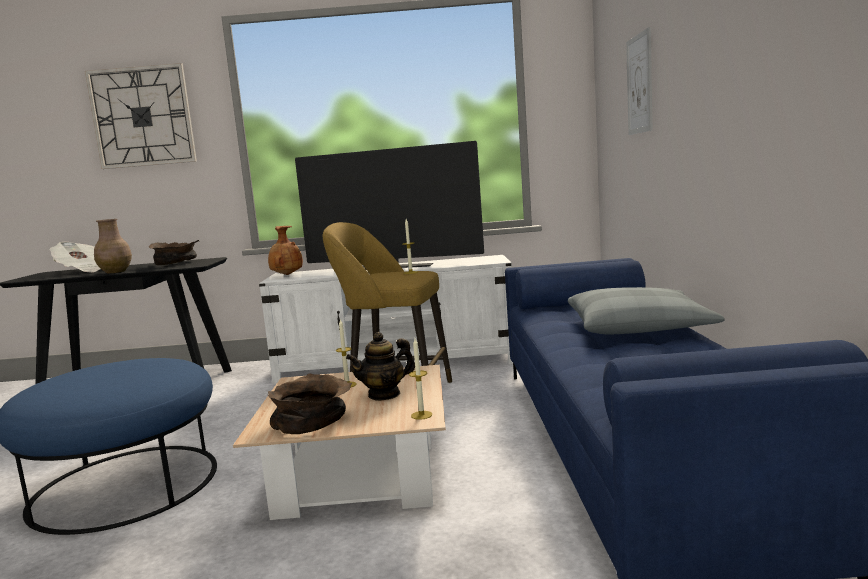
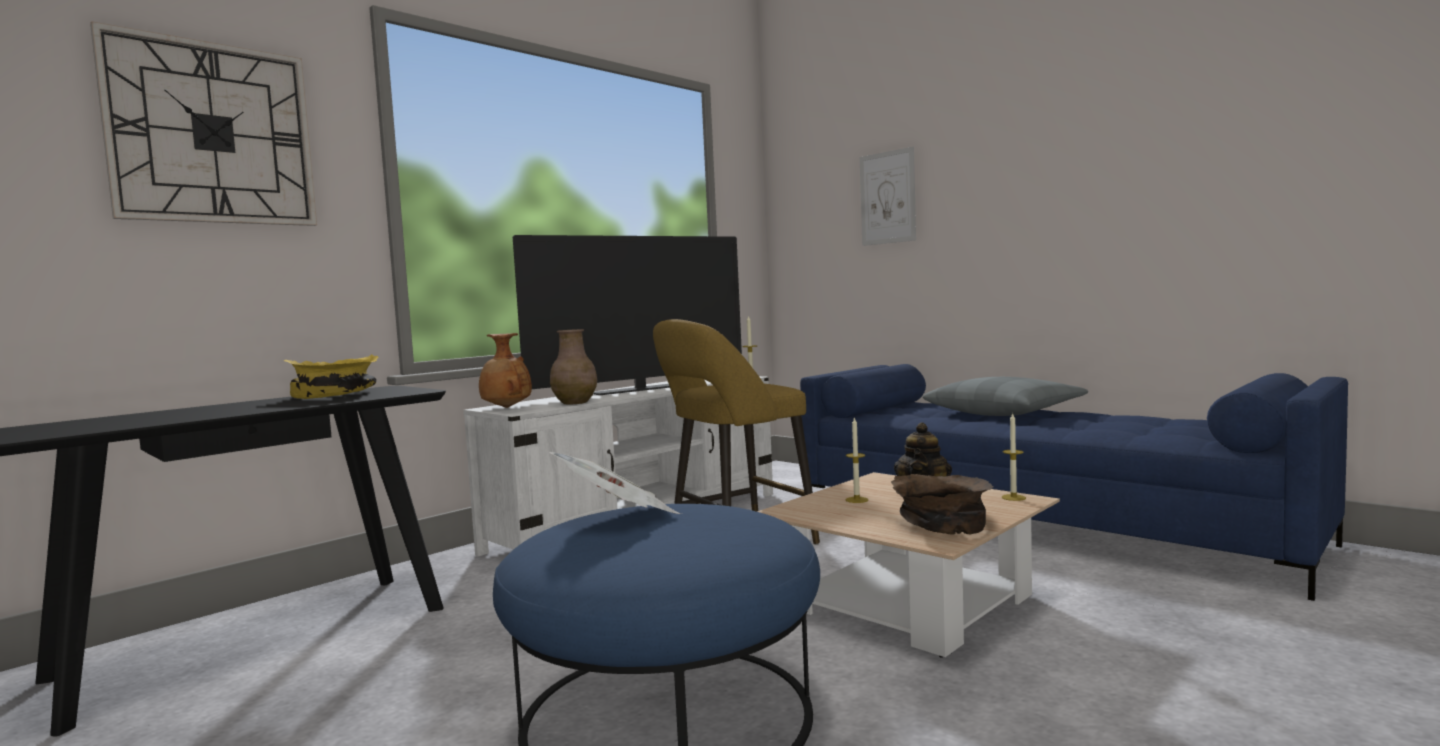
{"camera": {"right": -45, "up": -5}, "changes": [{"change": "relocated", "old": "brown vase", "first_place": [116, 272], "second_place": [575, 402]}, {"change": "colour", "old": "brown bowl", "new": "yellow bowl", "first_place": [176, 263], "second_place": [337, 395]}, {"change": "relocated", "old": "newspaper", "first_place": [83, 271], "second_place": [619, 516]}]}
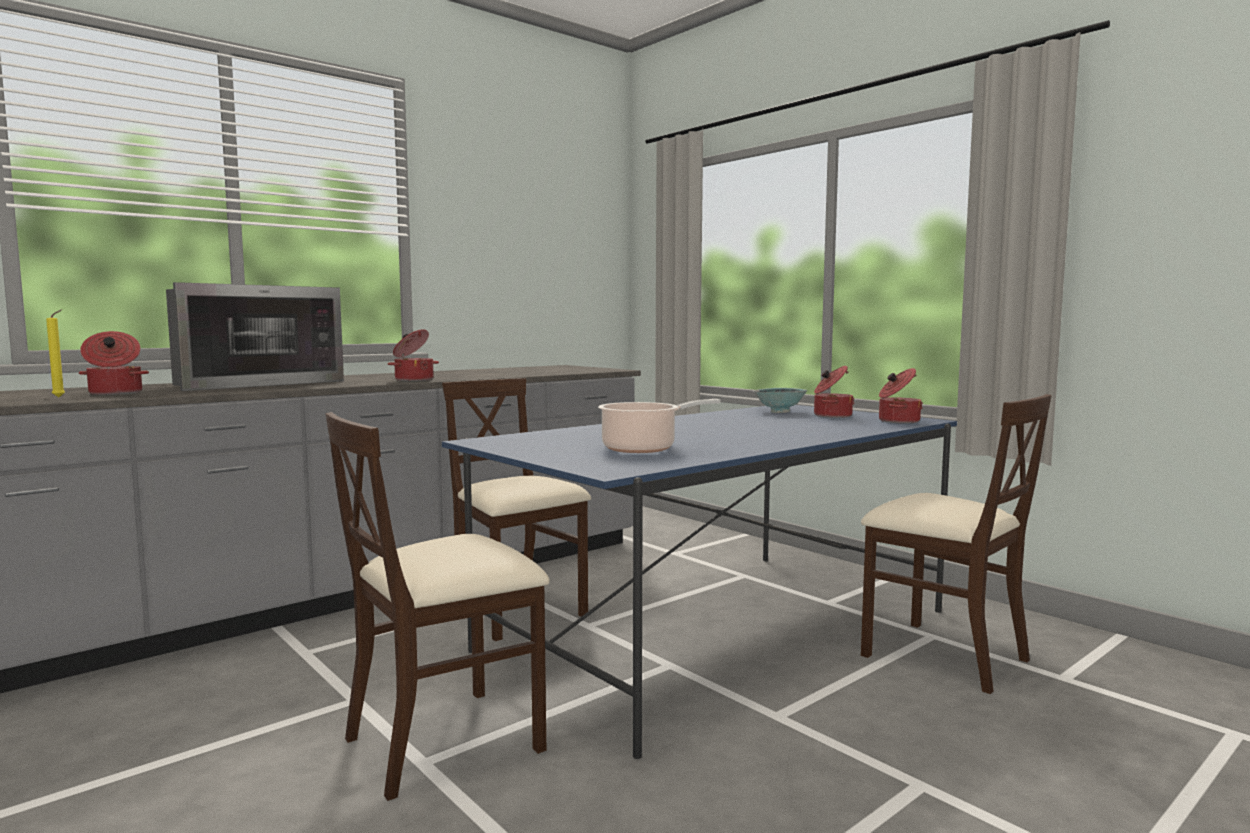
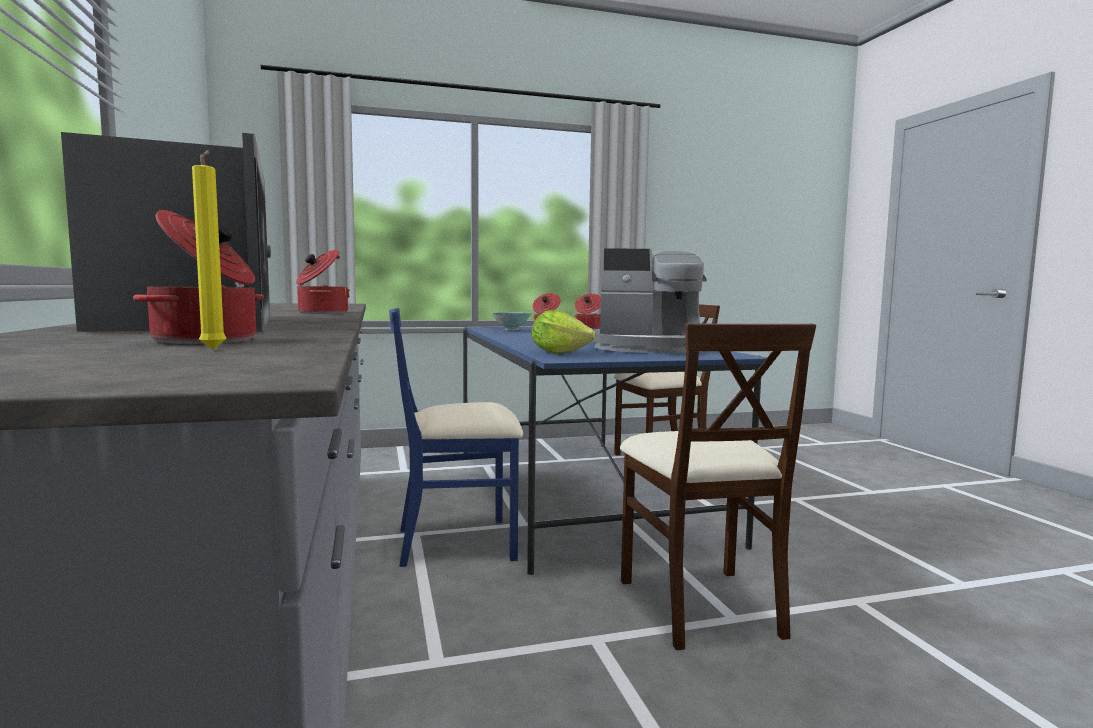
{"camera": {"right": -65, "up": 0}, "changes": [{"change": "colour", "old": "beige chair", "new": "blue chair", "first_place": [517, 612], "second_place": [458, 542]}, {"change": "exchanged", "old": "cooking pot", "new": "coffee machine", "first_place": [643, 448], "second_place": [648, 348]}, {"change": "appeared", "new": "lettuce", "second_place": [559, 353]}]}
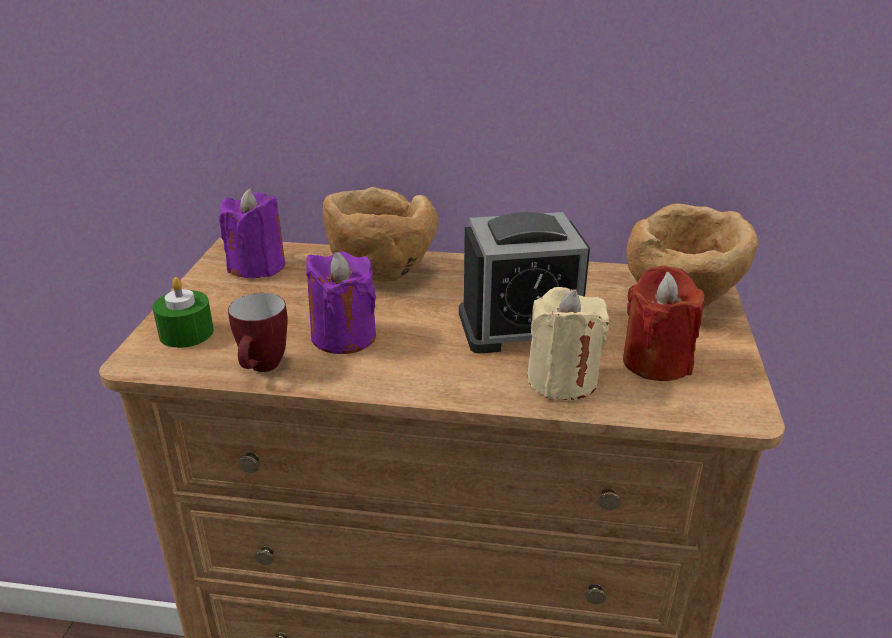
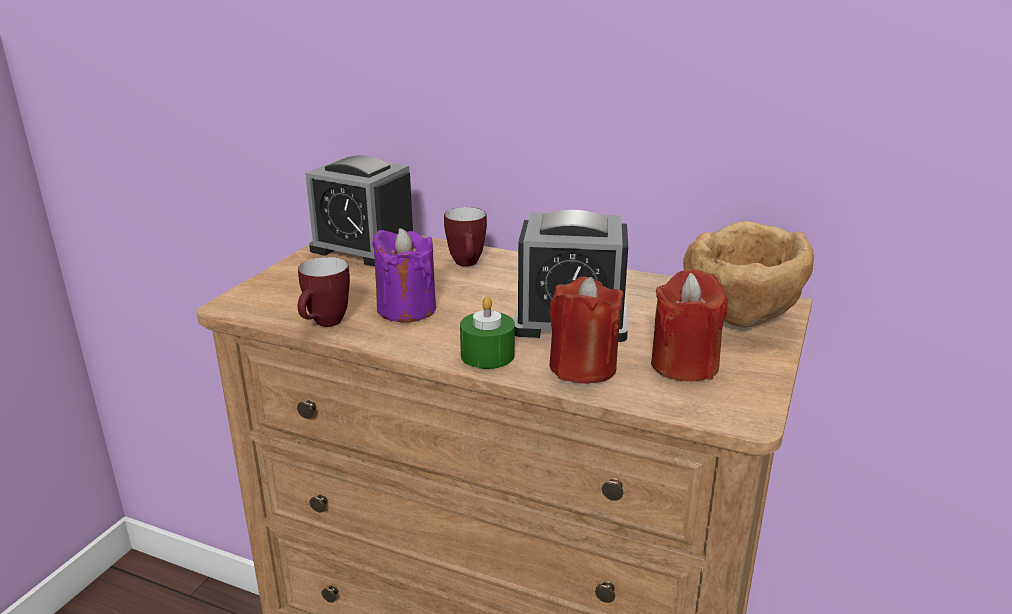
{"camera": {"right": 15, "up": -5}, "changes": [{"change": "exchanged", "old": "brown bowl", "new": "mug", "first_place": [381, 273], "second_place": [467, 265]}, {"change": "exchanged", "old": "purple candle", "new": "alarm clock", "first_place": [257, 267], "second_place": [364, 248]}, {"change": "relocated", "old": "green candle", "first_place": [186, 333], "second_place": [487, 355]}, {"change": "colour", "old": "beige candle", "new": "red candle", "first_place": [562, 380], "second_place": [583, 367]}]}
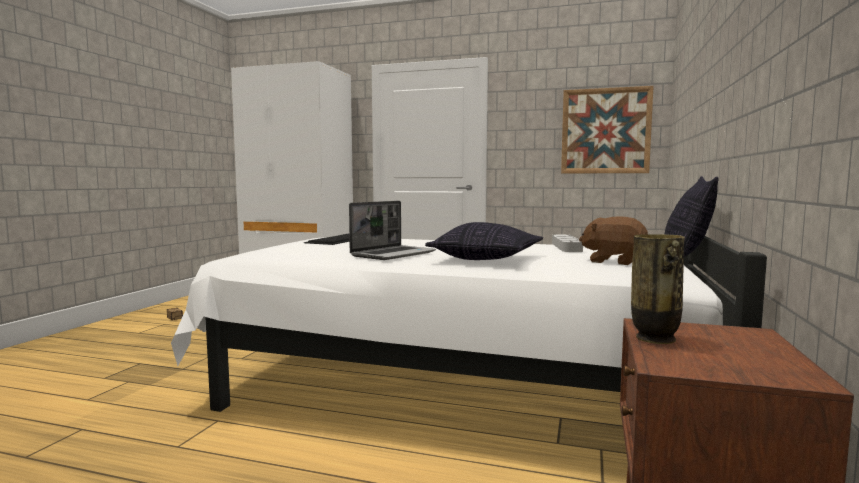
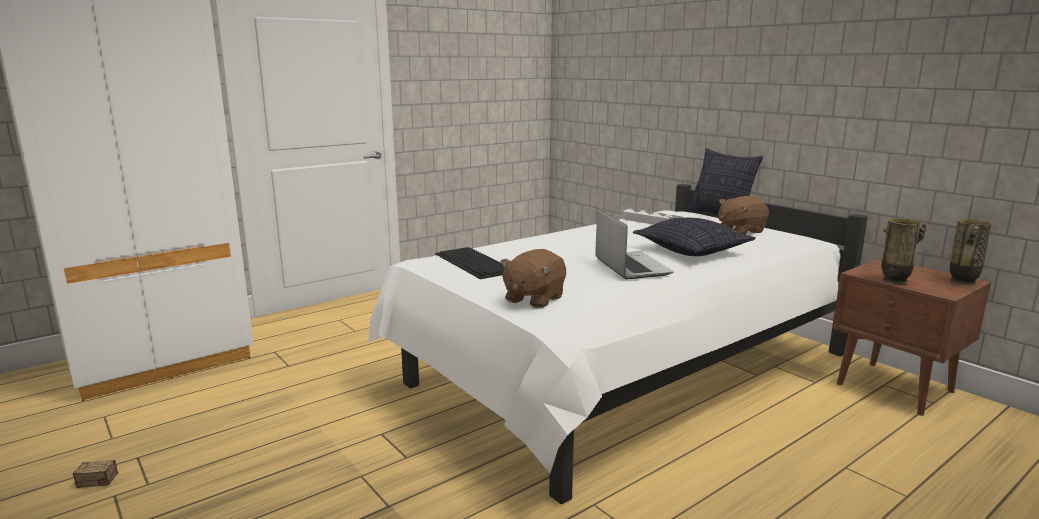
{"camera": {"right": -55, "up": 10}, "changes": [{"change": "missing", "old": "picture", "first_place": [605, 131]}, {"change": "appeared", "new": "vase", "second_place": [962, 282]}, {"change": "appeared", "new": "brown plush toy", "second_place": [533, 299]}]}
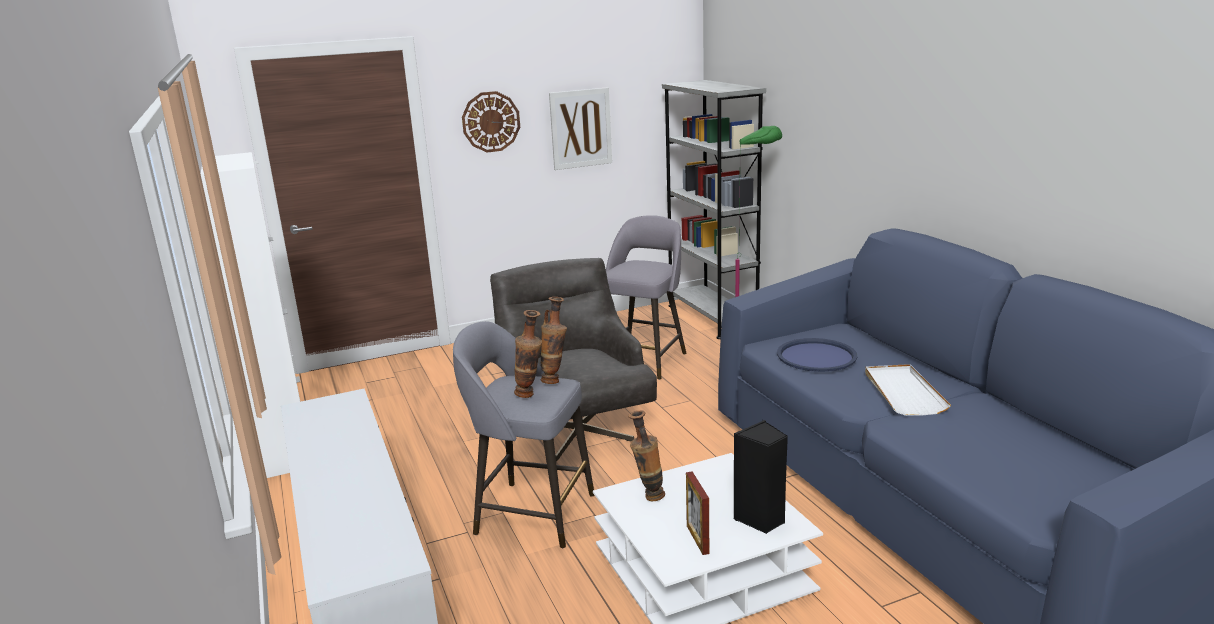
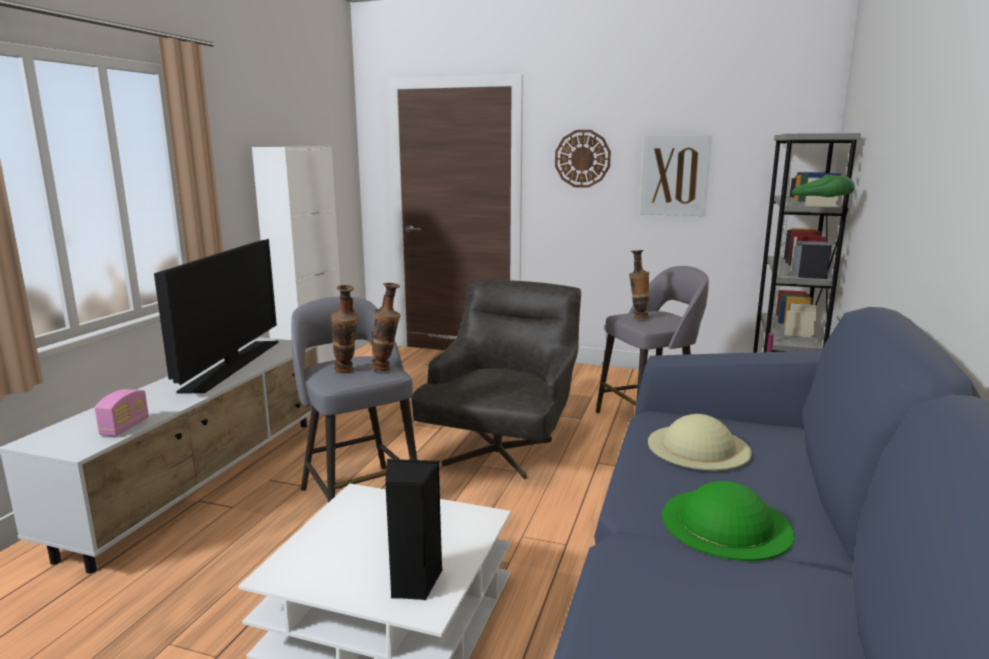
{"camera": {"right": 40, "up": -5}, "changes": [{"change": "exchanged", "old": "blue tray", "new": "beige hat", "first_place": [816, 356], "second_place": [698, 447]}, {"change": "exchanged", "old": "white tray", "new": "green hat", "first_place": [903, 392], "second_place": [726, 523]}, {"change": "relocated", "old": "vase", "first_place": [648, 496], "second_place": [637, 317]}, {"change": "missing", "old": "picture frame", "first_place": [697, 539]}, {"change": "appeared", "new": "television", "second_place": [232, 365]}, {"change": "appeared", "new": "radio", "second_place": [125, 427]}]}
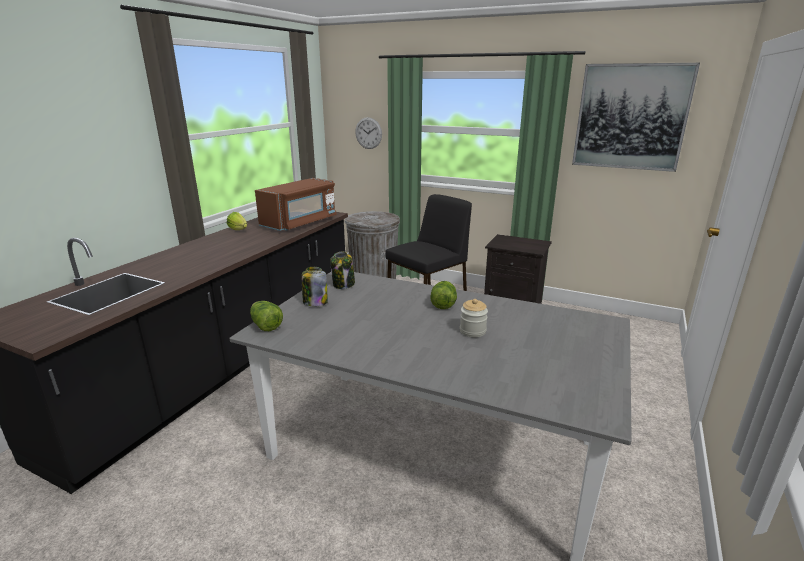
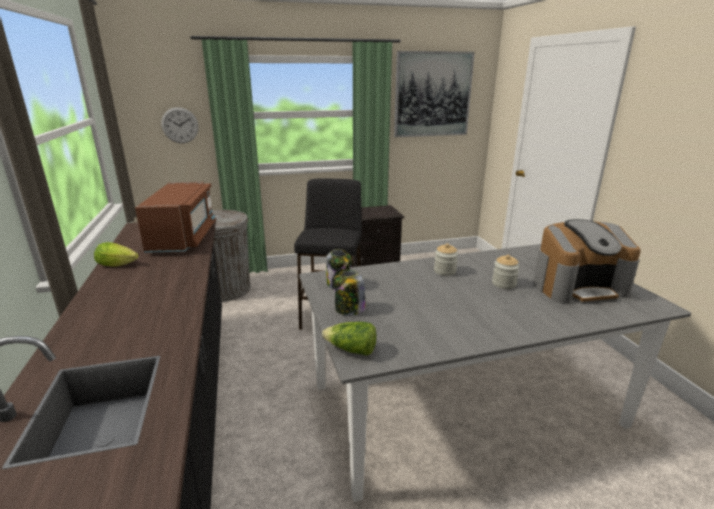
{"camera": {"right": -40, "up": 0}, "changes": [{"change": "exchanged", "old": "lettuce", "new": "jar", "first_place": [443, 303], "second_place": [444, 271]}, {"change": "appeared", "new": "coffee machine", "second_place": [578, 287]}]}
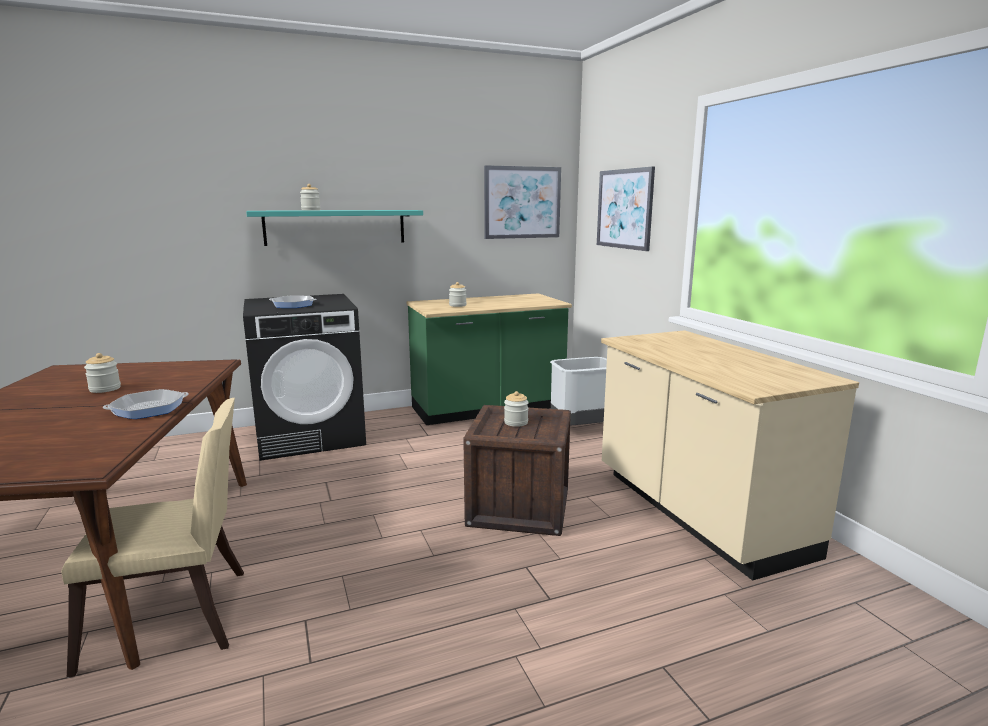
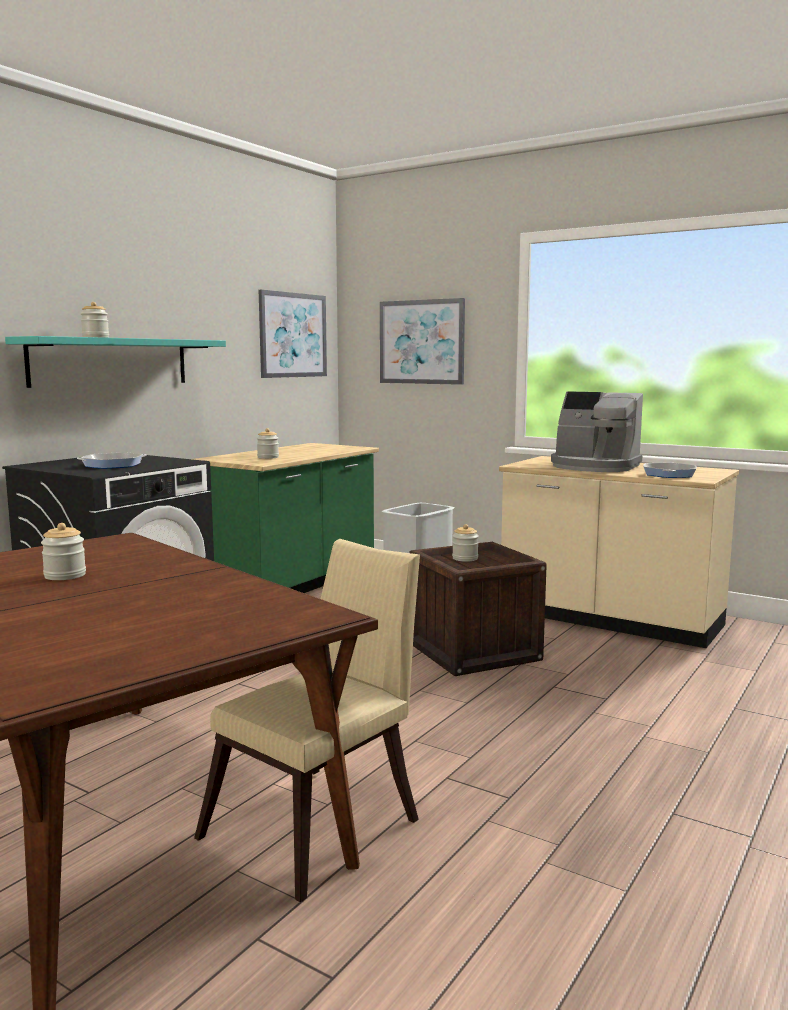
{"camera": {"right": -35, "up": -5}, "changes": [{"change": "relocated", "old": "frying pan", "first_place": [148, 409], "second_place": [669, 474]}, {"change": "appeared", "new": "coffee machine", "second_place": [594, 466]}]}
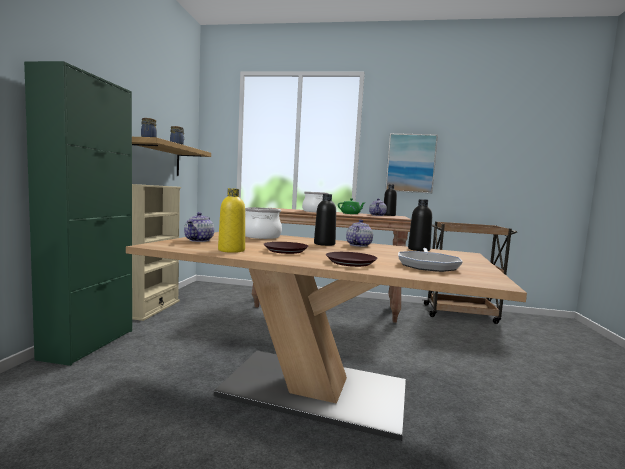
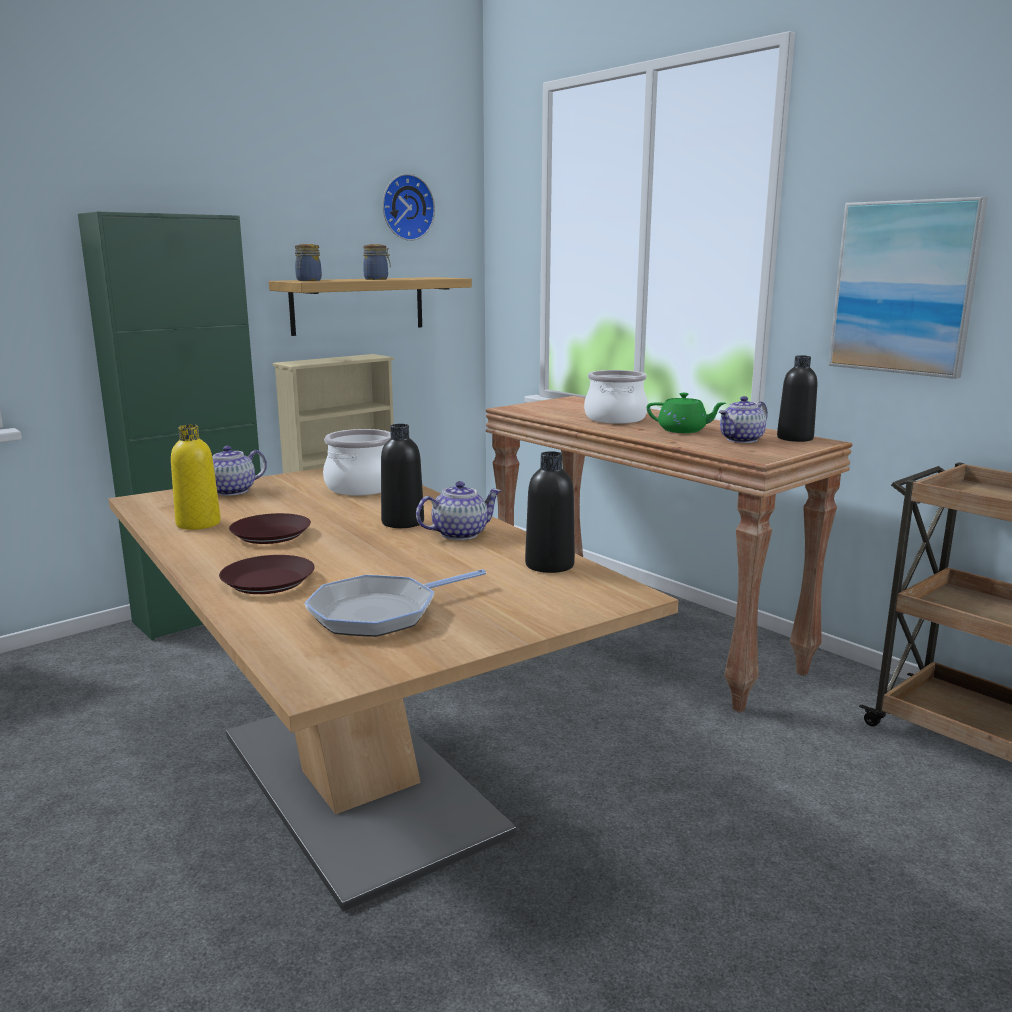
{"camera": {"right": 40, "up": 10}, "changes": [{"change": "appeared", "new": "wall clock", "second_place": [406, 207]}]}
